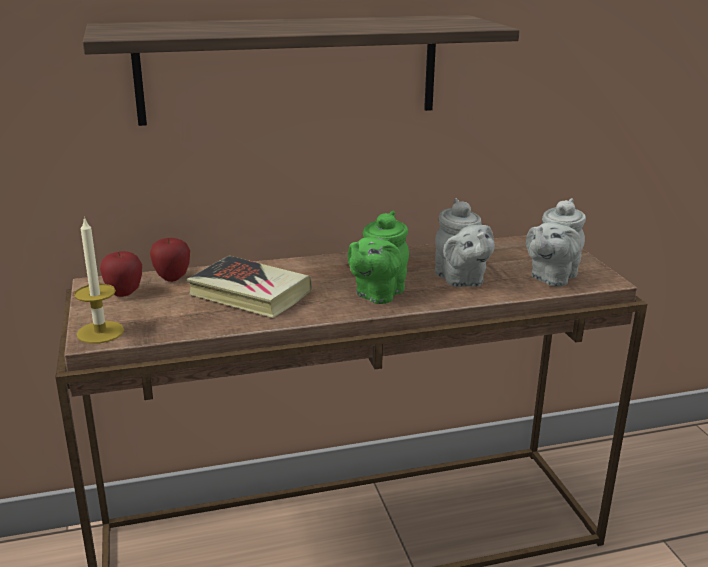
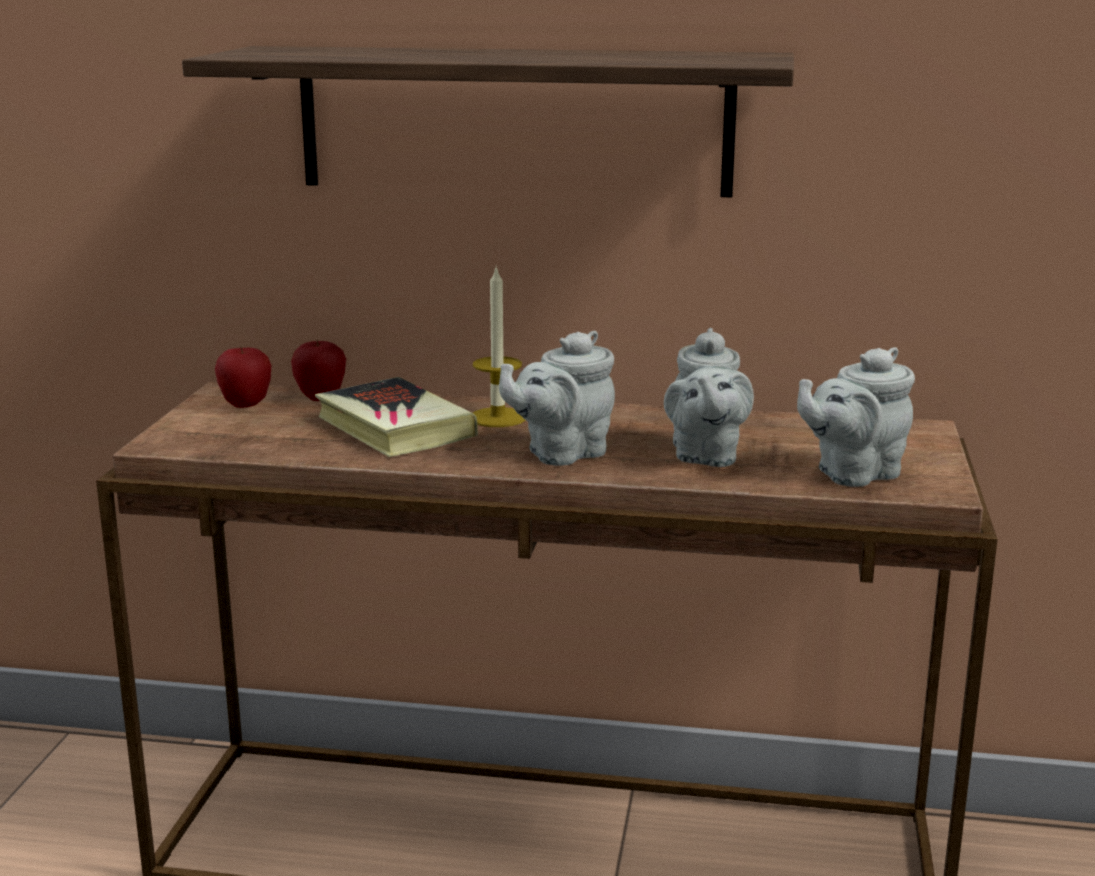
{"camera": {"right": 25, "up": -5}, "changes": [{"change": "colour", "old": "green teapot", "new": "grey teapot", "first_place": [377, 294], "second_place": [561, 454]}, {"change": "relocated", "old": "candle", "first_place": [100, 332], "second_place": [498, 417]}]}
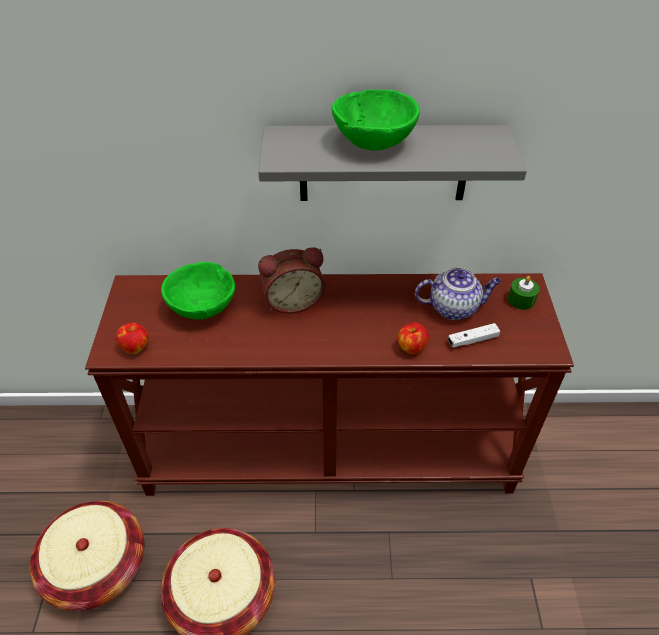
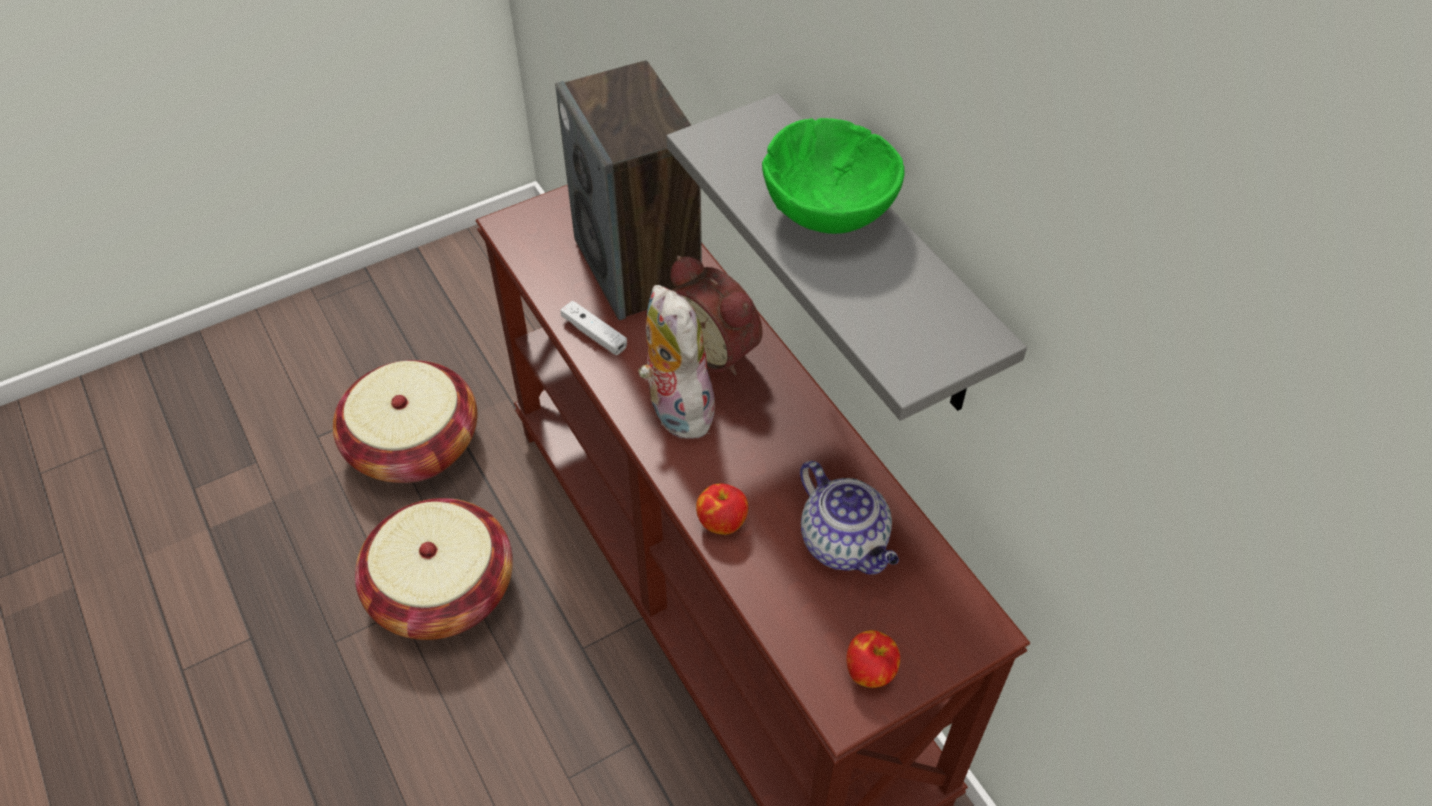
{"camera": {"right": 60, "up": 5}, "changes": [{"change": "exchanged", "old": "green bowl", "new": "speaker", "first_place": [203, 307], "second_place": [638, 267]}, {"change": "missing", "old": "green candle", "first_place": [521, 300]}, {"change": "relocated", "old": "apple", "first_place": [135, 347], "second_place": [870, 671]}, {"change": "relocated", "old": "white game controller", "first_place": [472, 340], "second_place": [594, 334]}, {"change": "appeared", "new": "plush toy", "second_place": [675, 408]}]}
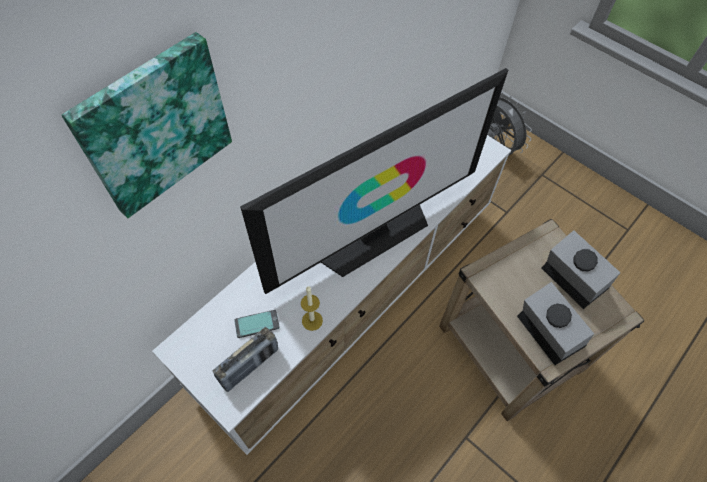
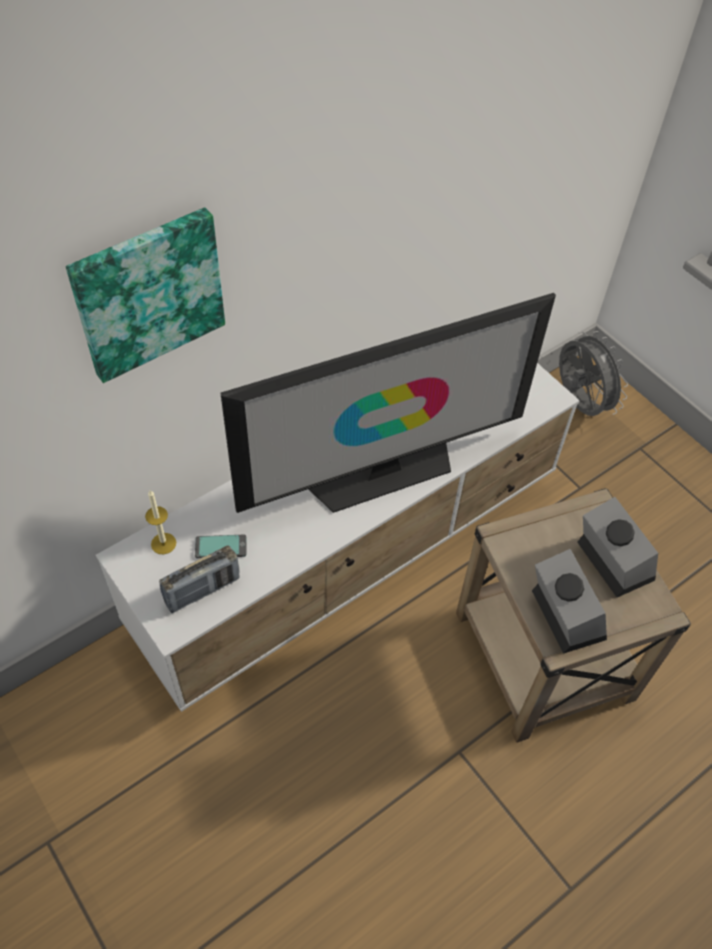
{"camera": {"right": 10, "up": -5}, "changes": [{"change": "relocated", "old": "candle", "first_place": [312, 320], "second_place": [163, 543]}]}
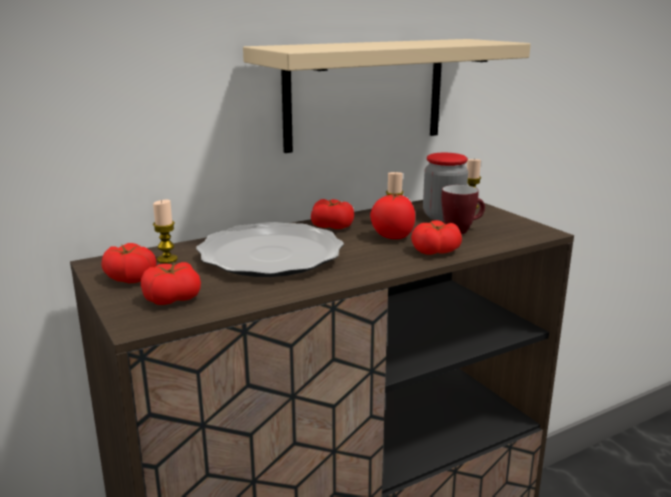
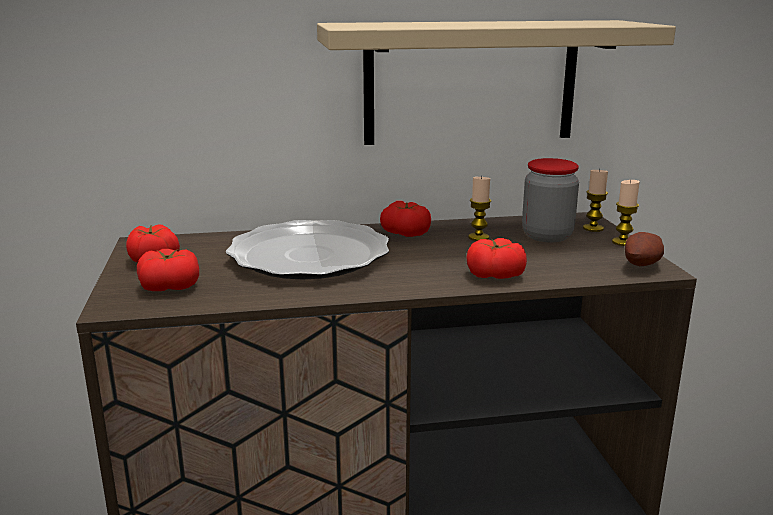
{"camera": {"right": 20, "up": 0}, "changes": [{"change": "missing", "old": "mug", "first_place": [461, 231]}, {"change": "missing", "old": "tomato", "first_place": [392, 237]}, {"change": "relocated", "old": "candle", "first_place": [167, 259], "second_place": [622, 242]}, {"change": "appeared", "new": "potato", "second_place": [643, 265]}]}
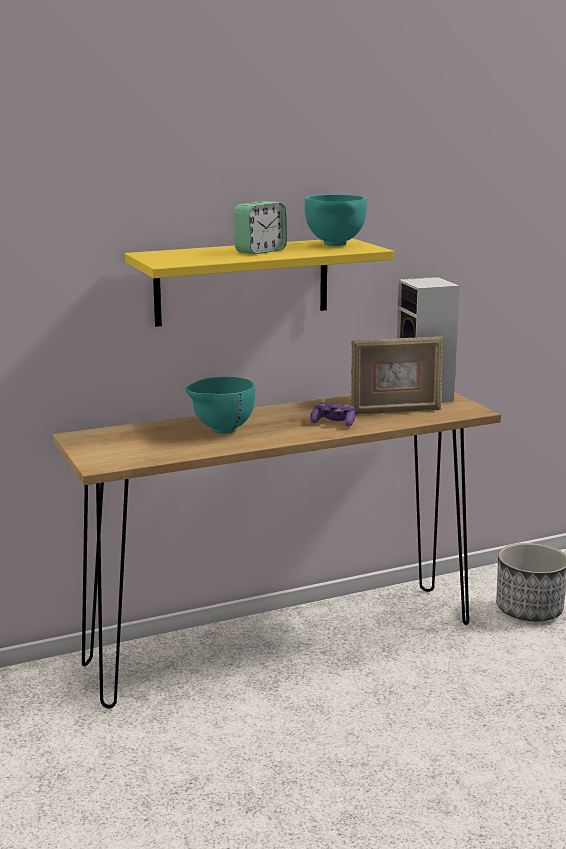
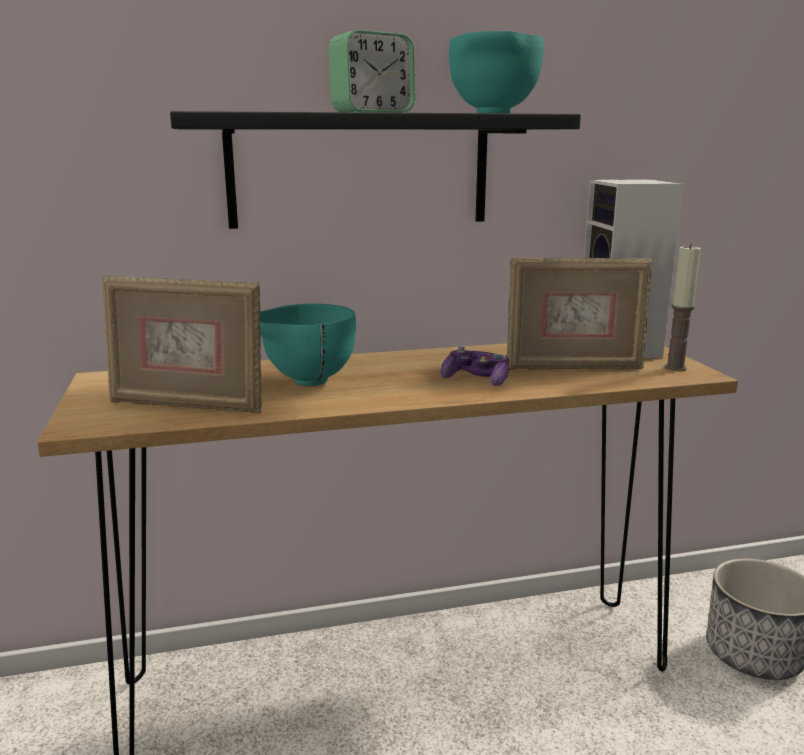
{"camera": {"right": 10, "up": 0}, "changes": [{"change": "colour", "old": "yellow shelf", "new": "black shelf", "first_place": [242, 281], "second_place": [360, 171]}, {"change": "appeared", "new": "candle", "second_place": [675, 368]}, {"change": "appeared", "new": "picture frame", "second_place": [188, 405]}]}
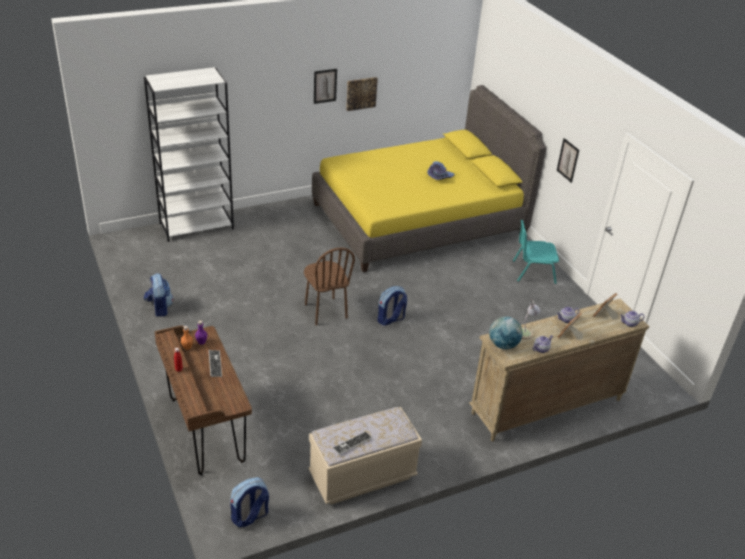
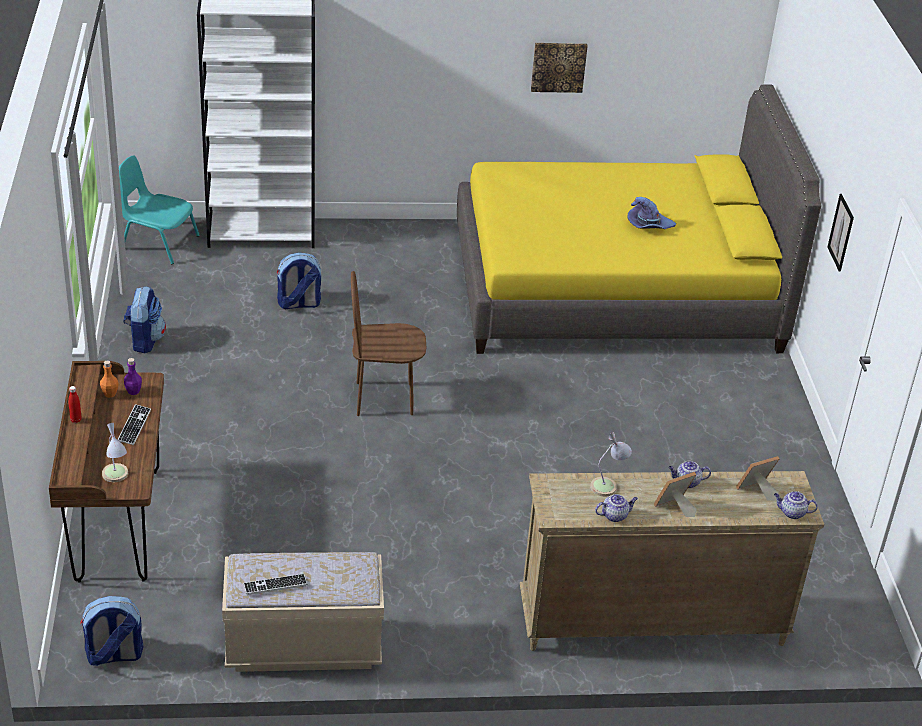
{"camera": {"right": 20, "up": 0}, "changes": [{"change": "missing", "old": "picture", "first_place": [325, 86]}, {"change": "relocated", "old": "turquoise chair", "first_place": [533, 272], "second_place": [158, 243]}, {"change": "spun", "old": "brown chair", "first_place": [325, 311], "second_place": [384, 399], "degrees": 90}, {"change": "relocated", "old": "backpack", "first_place": [390, 319], "second_place": [298, 304]}, {"change": "missing", "old": "globe", "first_place": [503, 345]}, {"change": "appeared", "new": "table lamp", "second_place": [116, 477]}]}
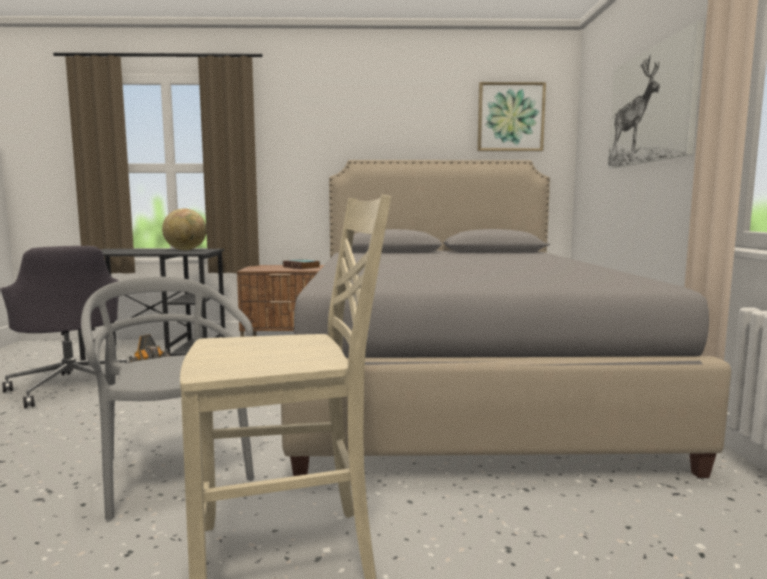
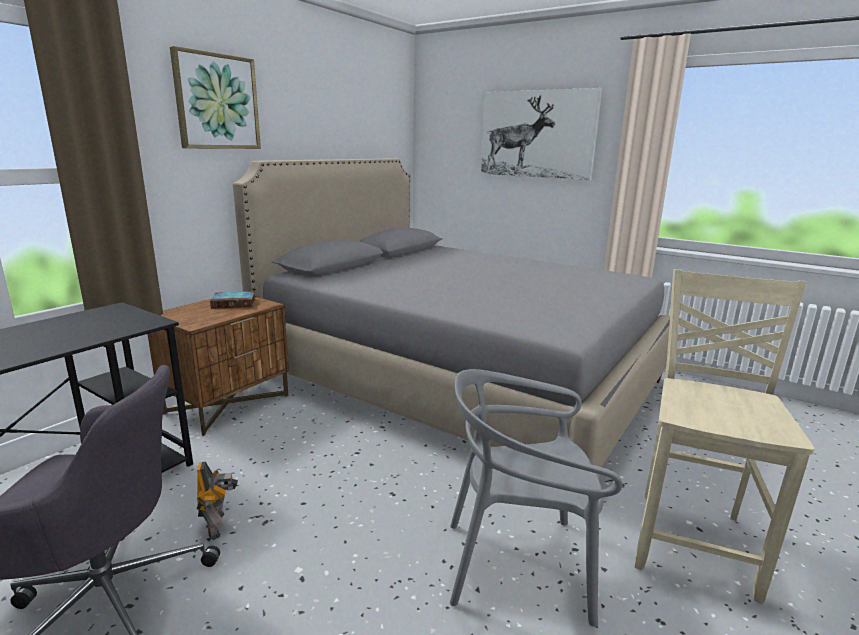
{"camera": {"right": -55, "up": 10}, "changes": [{"change": "relocated", "old": "picture", "first_place": [510, 117], "second_place": [217, 102]}, {"change": "missing", "old": "globe", "first_place": [186, 250]}]}
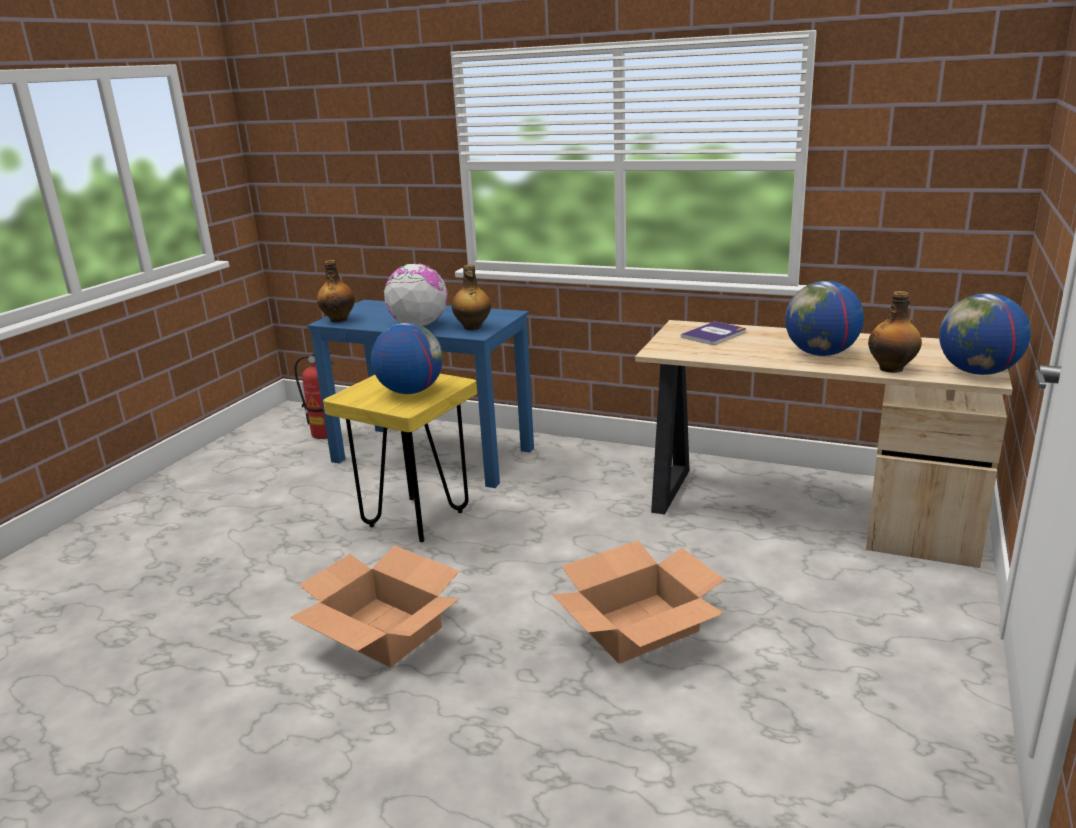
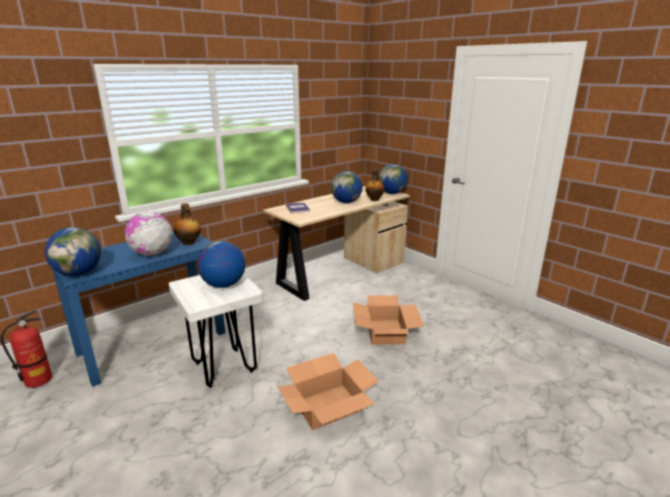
{"camera": {"right": -65, "up": 0}, "changes": [{"change": "exchanged", "old": "bottle", "new": "globe", "first_place": [339, 319], "second_place": [79, 273]}, {"change": "colour", "old": "yellow stool", "new": "white stool", "first_place": [416, 519], "second_place": [224, 368]}]}
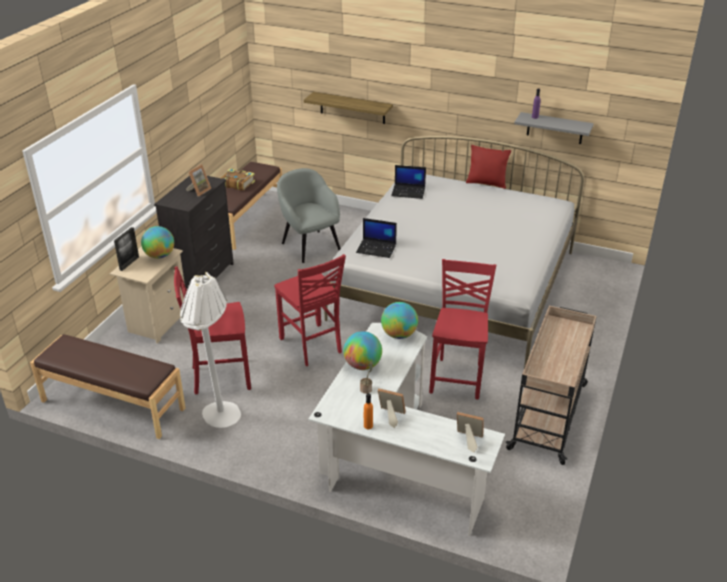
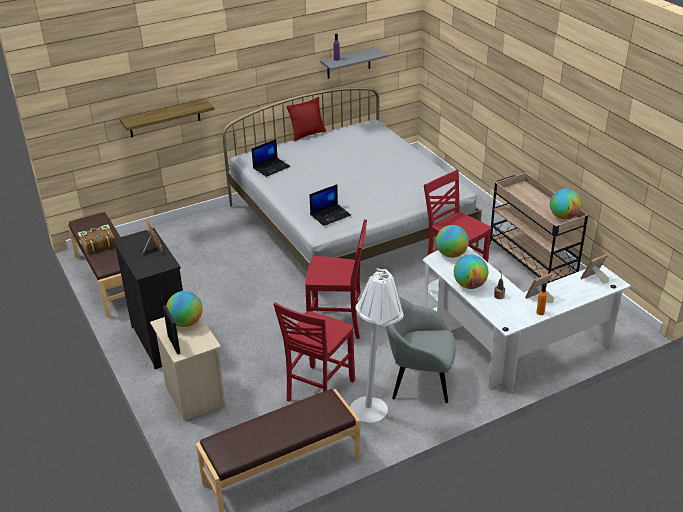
{"camera": {"right": -50, "up": 0}, "changes": [{"change": "relocated", "old": "grey armchair", "first_place": [310, 245], "second_place": [418, 381]}, {"change": "appeared", "new": "globe", "second_place": [563, 217]}]}
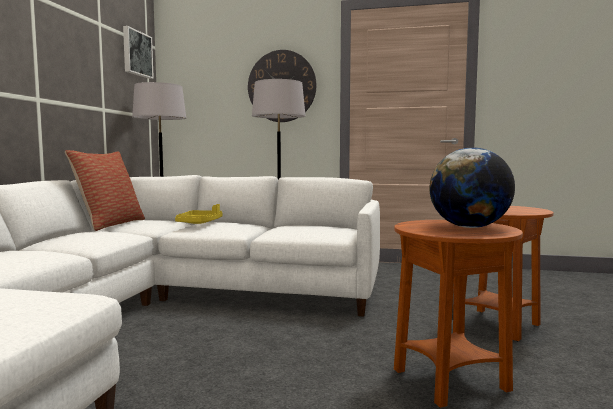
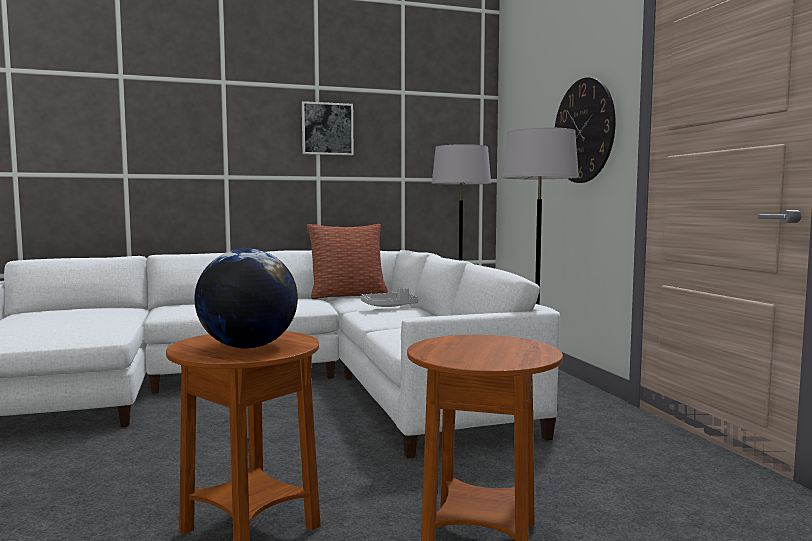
{"camera": {"right": 60, "up": 0}, "changes": [{"change": "relocated", "old": "picture", "first_place": [136, 53], "second_place": [327, 129]}, {"change": "colour", "old": "yellow tray", "new": "grey tray", "first_place": [200, 223], "second_place": [389, 306]}]}
